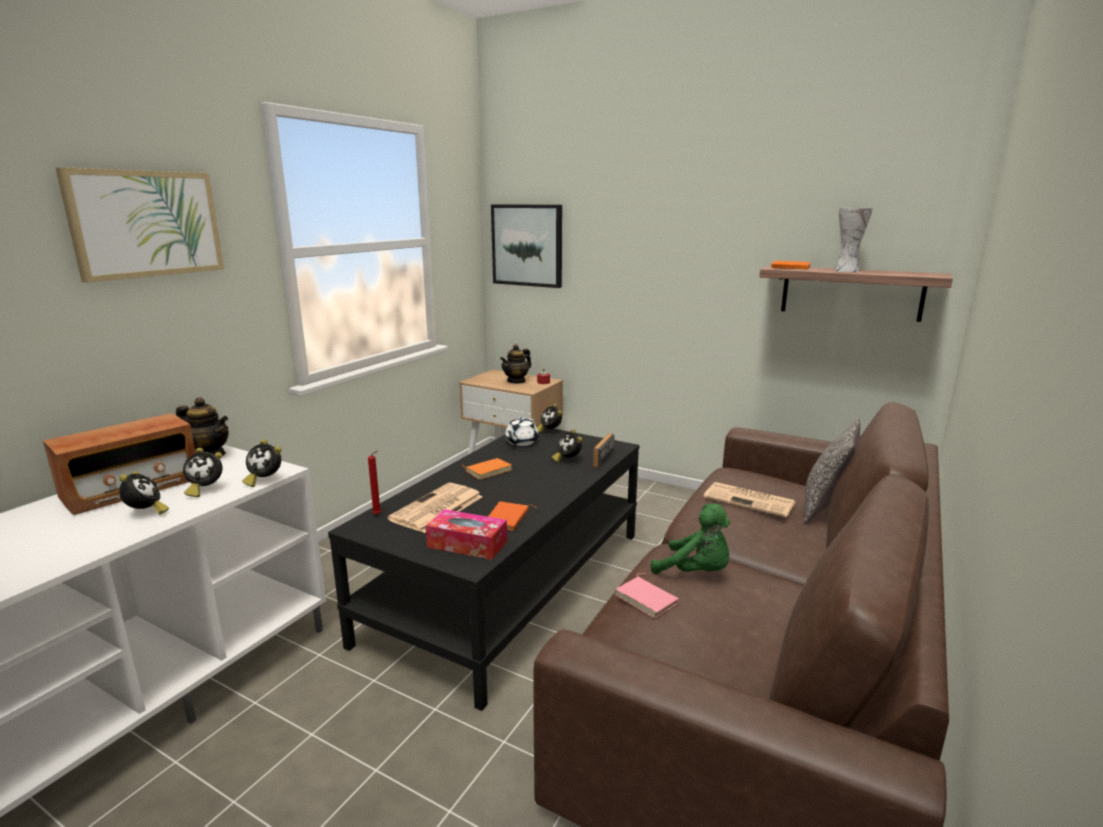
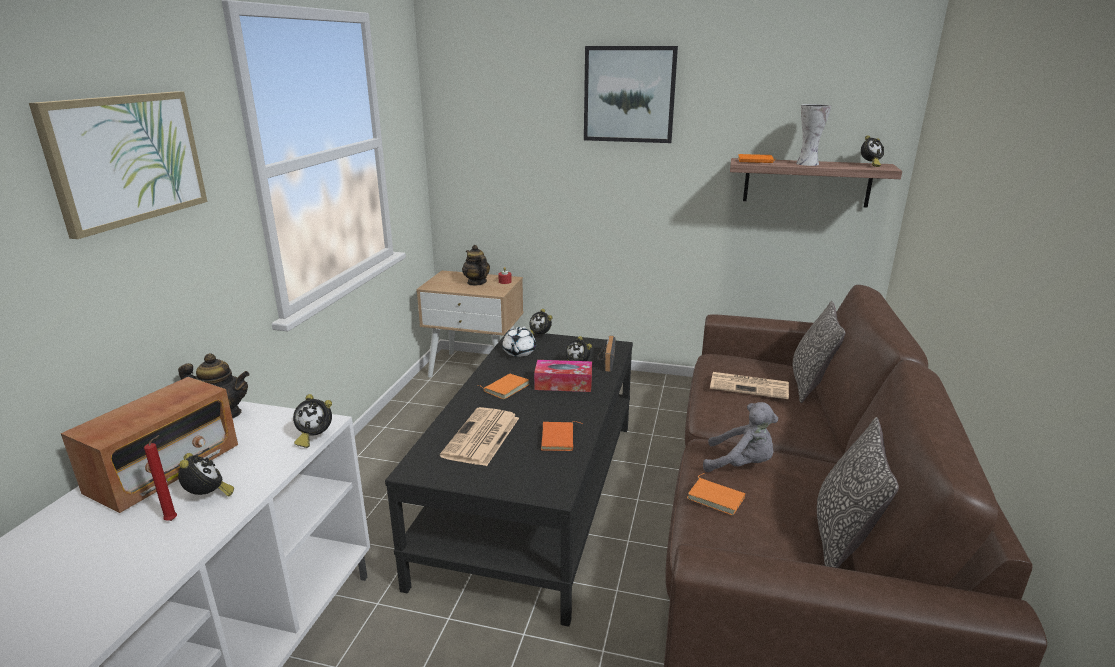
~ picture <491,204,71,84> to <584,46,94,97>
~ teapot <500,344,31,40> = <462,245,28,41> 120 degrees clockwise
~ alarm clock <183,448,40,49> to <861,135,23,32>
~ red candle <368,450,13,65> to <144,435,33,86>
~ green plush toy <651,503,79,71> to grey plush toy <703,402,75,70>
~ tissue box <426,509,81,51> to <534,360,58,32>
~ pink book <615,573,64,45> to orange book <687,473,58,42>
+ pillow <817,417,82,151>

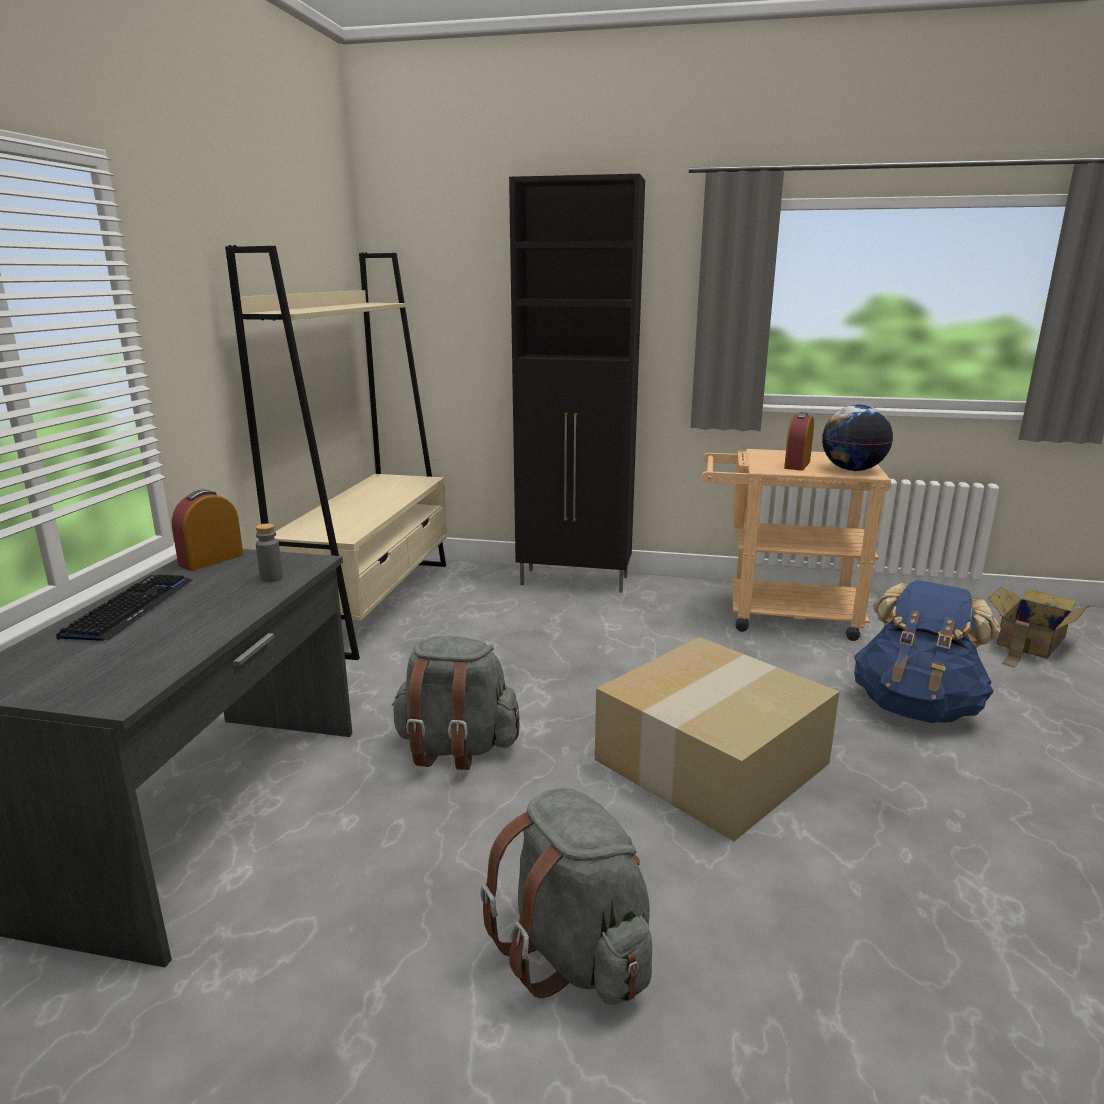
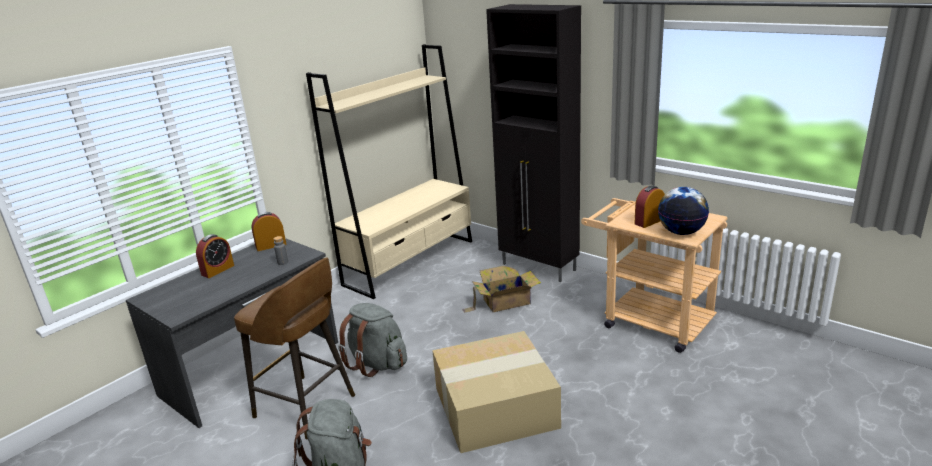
~ keyboard <56,574,136,67> to alarm clock <196,234,38,44>
- blue backpack <854,580,146,143>
~ cardboard box <988,586,102,82> to <462,266,79,47>
+ brown stool <234,257,121,183>

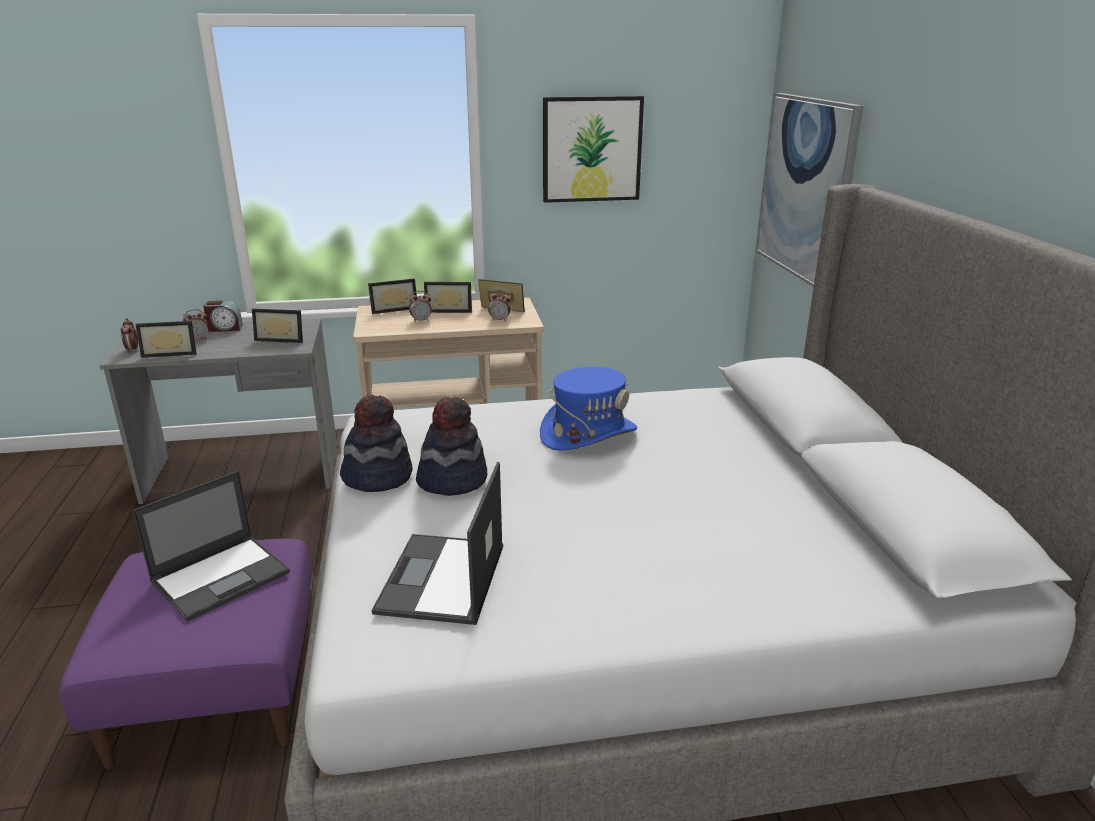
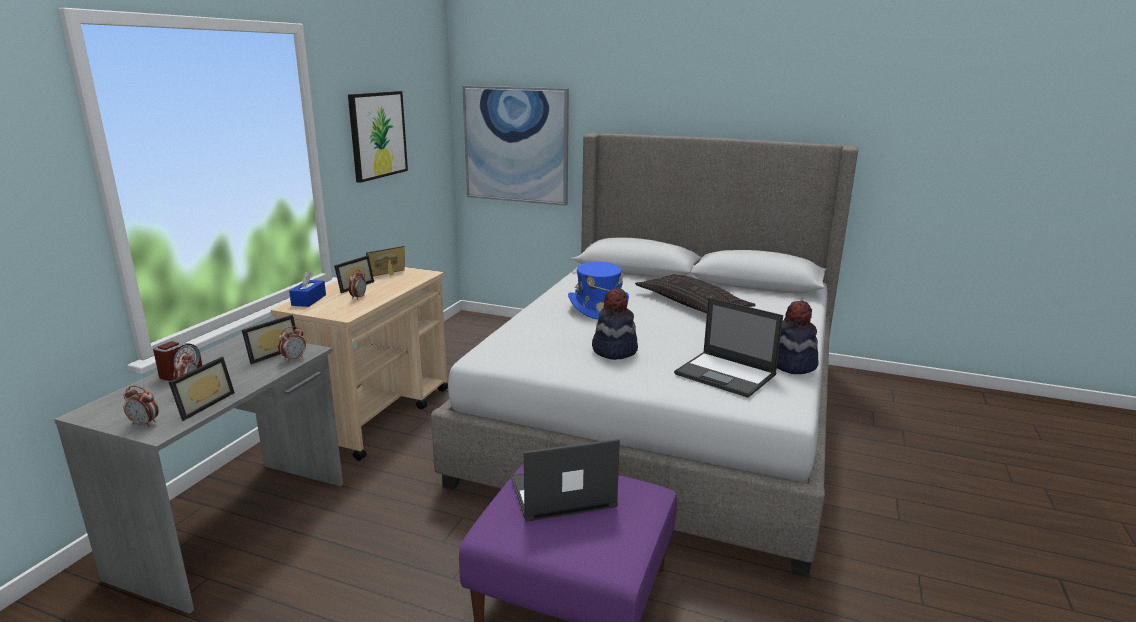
~ picture frame <368,278,49,36> to blue tissue box <289,271,37,36>
~ alarm clock <488,290,23,32> to <278,326,28,36>
~ hat <340,394,73,98> to <777,301,42,73>
~ laptop <132,471,158,151> = <511,439,109,83> 90 degrees counterclockwise
+ pillow <635,274,121,40>

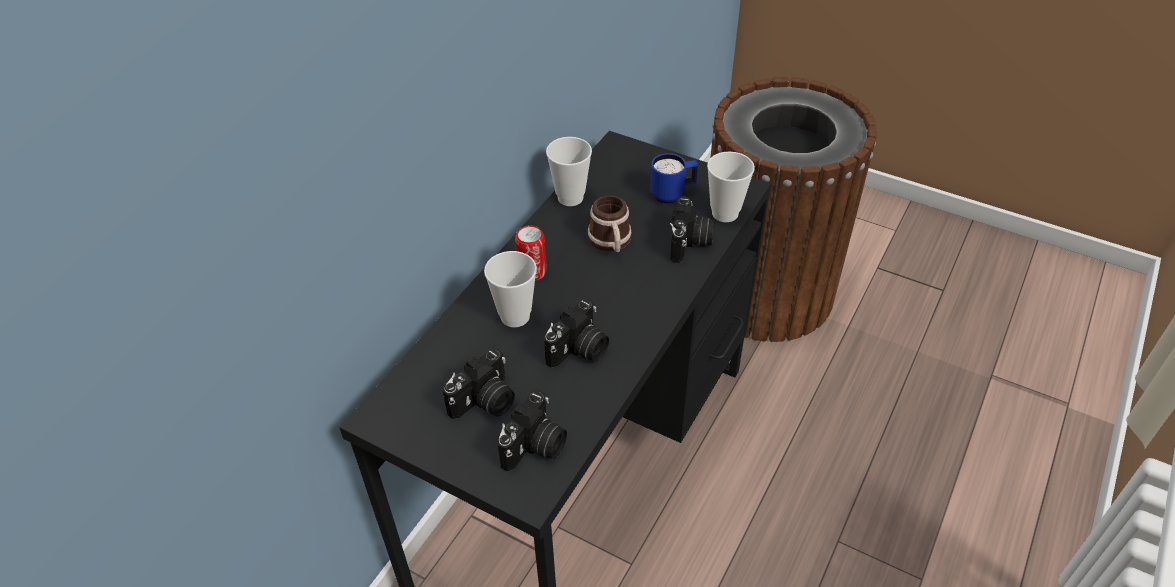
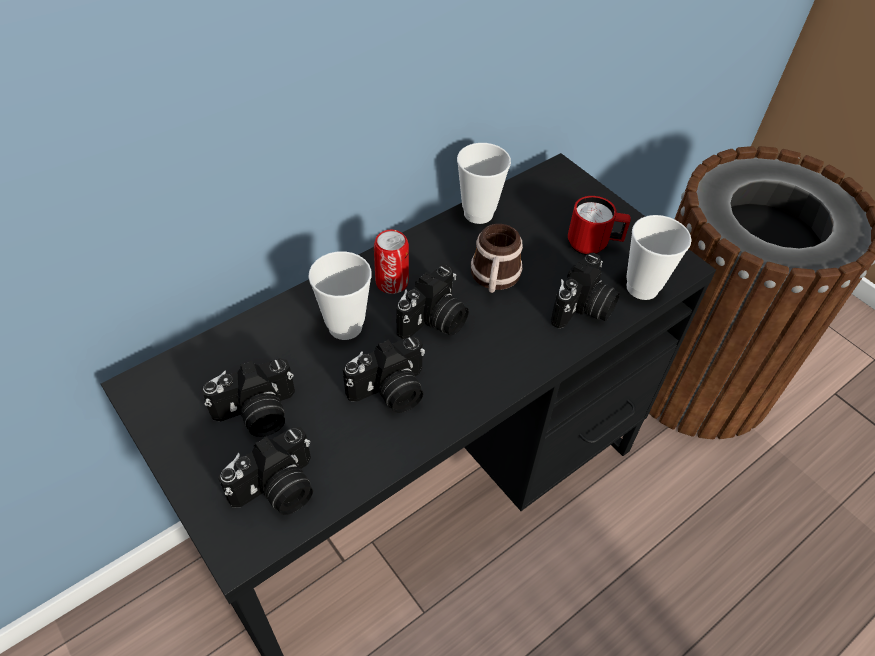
~ blue mug <650,153,48,50> to red mug <568,196,63,59>
+ photo camera <396,265,73,74>

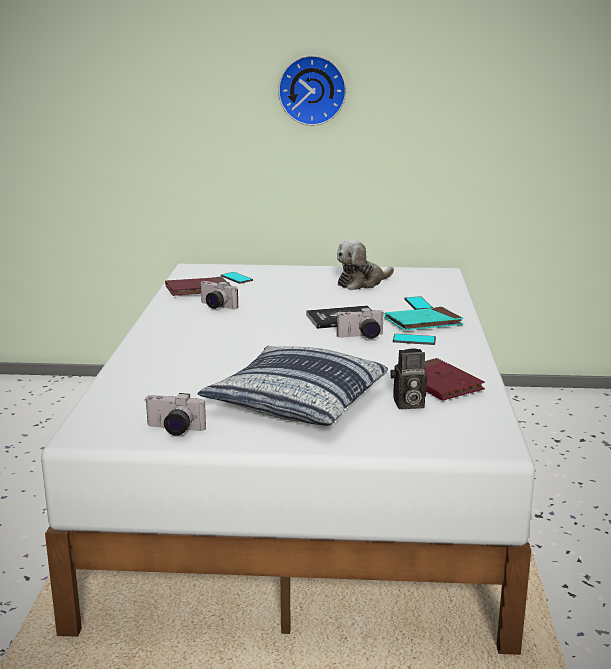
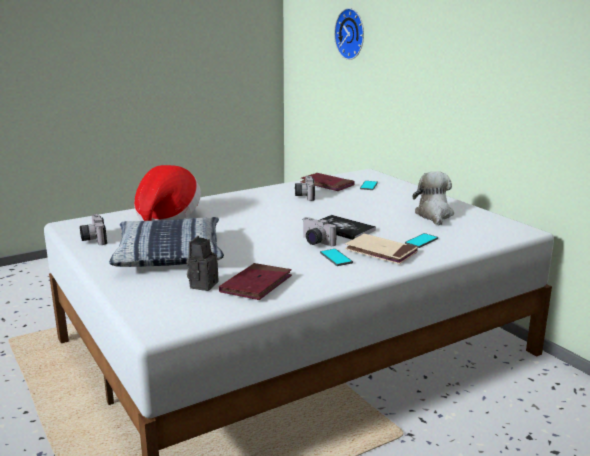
~ wall clock <278,55,68,71> to <334,8,30,52>
~ plush toy <337,239,57,51> = <413,171,41,54> 75 degrees clockwise
~ turquoise book <385,307,79,24> to beige book <345,234,73,30>
~ photo camera <390,349,37,60> = <187,236,32,55> 60 degrees clockwise
+ hat <134,165,67,56>

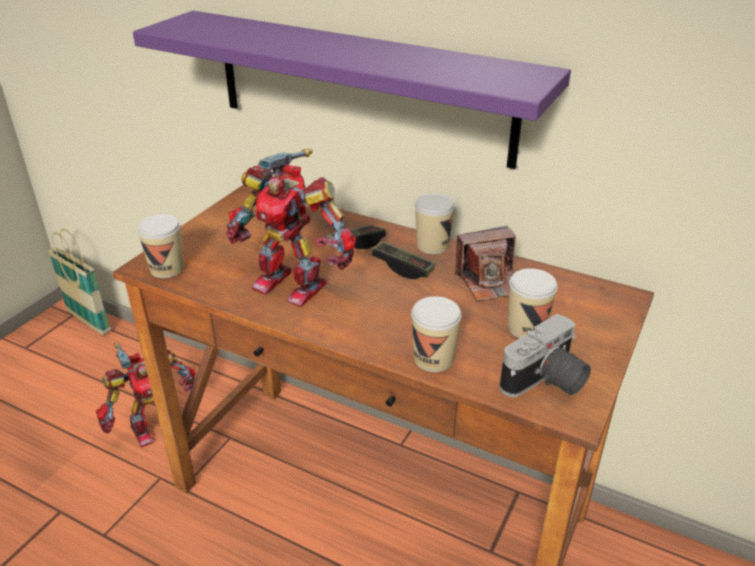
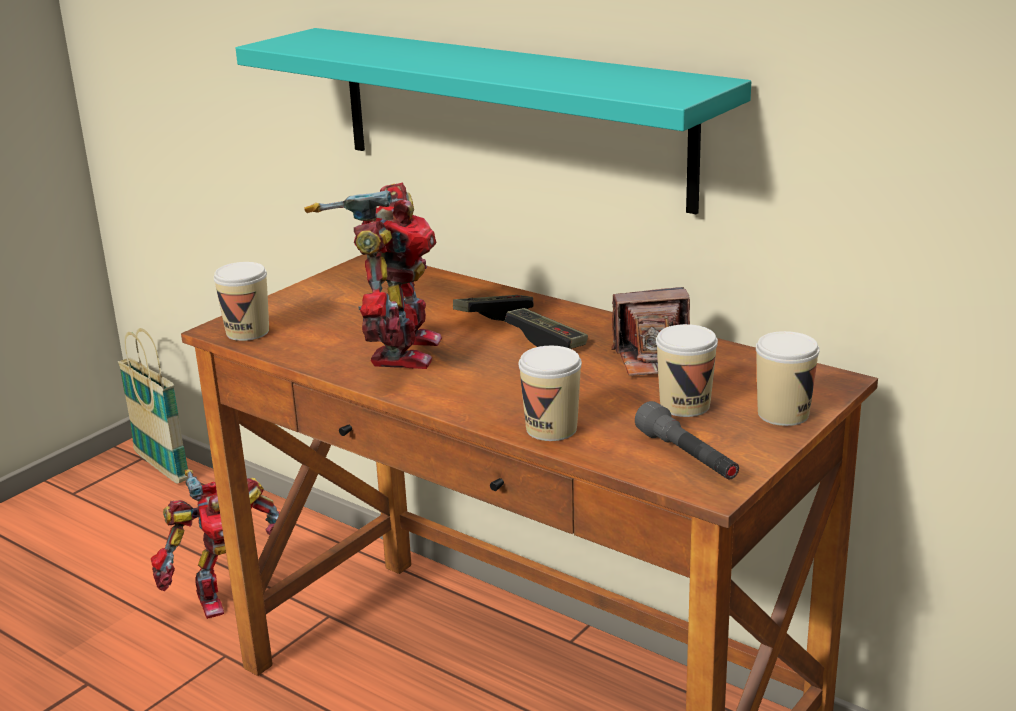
~ purple shelf <133,11,438,158> to turquoise shelf <236,28,515,186>
~ toy robot <226,149,130,158> = <304,182,138,187> 120 degrees counterclockwise
~ cup <415,193,40,61> to <756,331,64,95>
~ photo camera <500,314,91,83> to grey flashlight <635,401,104,78>

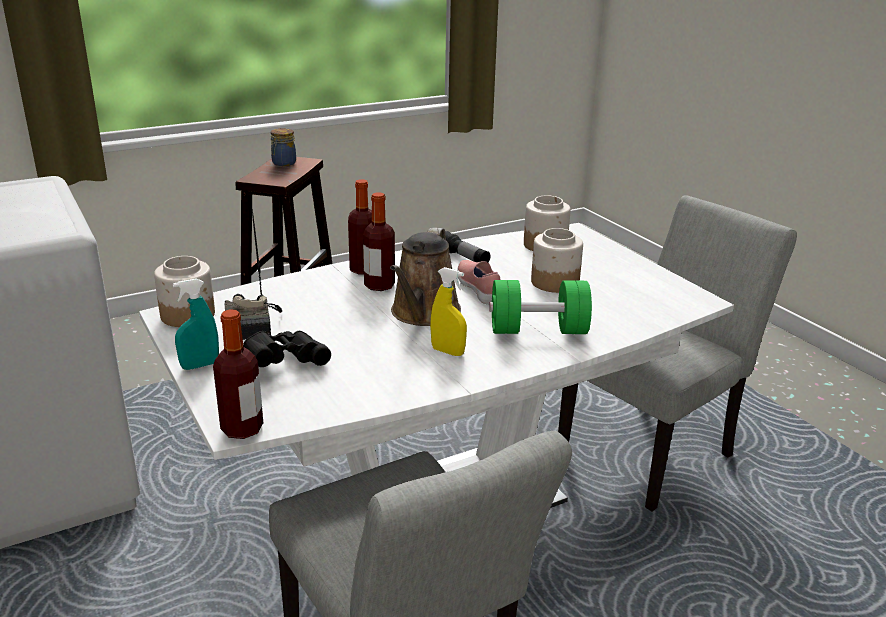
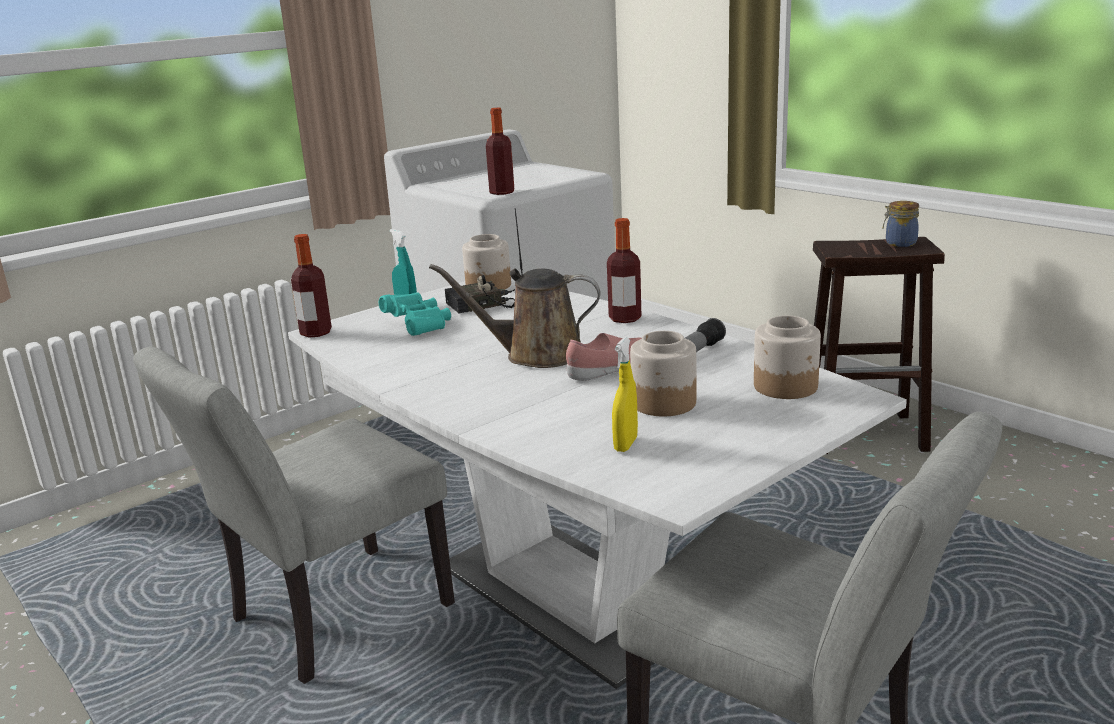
~ bottle <363,192,32,99> to <486,108,28,87>
~ yellow spray bottle <430,267,37,89> to <612,337,26,115>
- green dumbbell <489,280,103,54>
~ black binoculars <243,331,88,36> to turquoise binoculars <379,293,72,43>

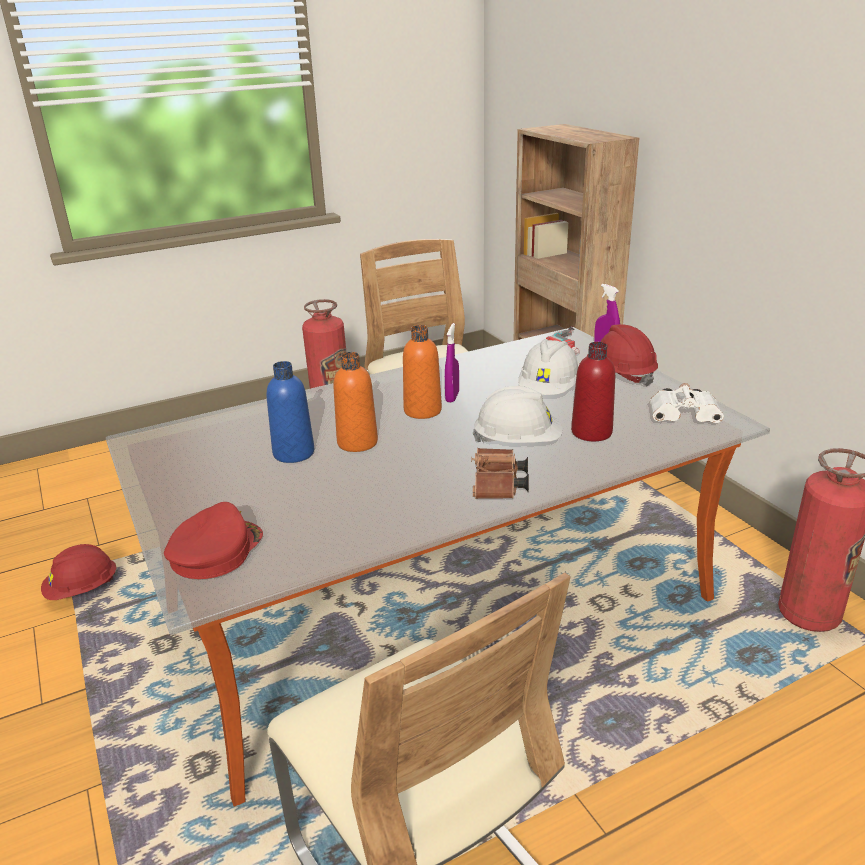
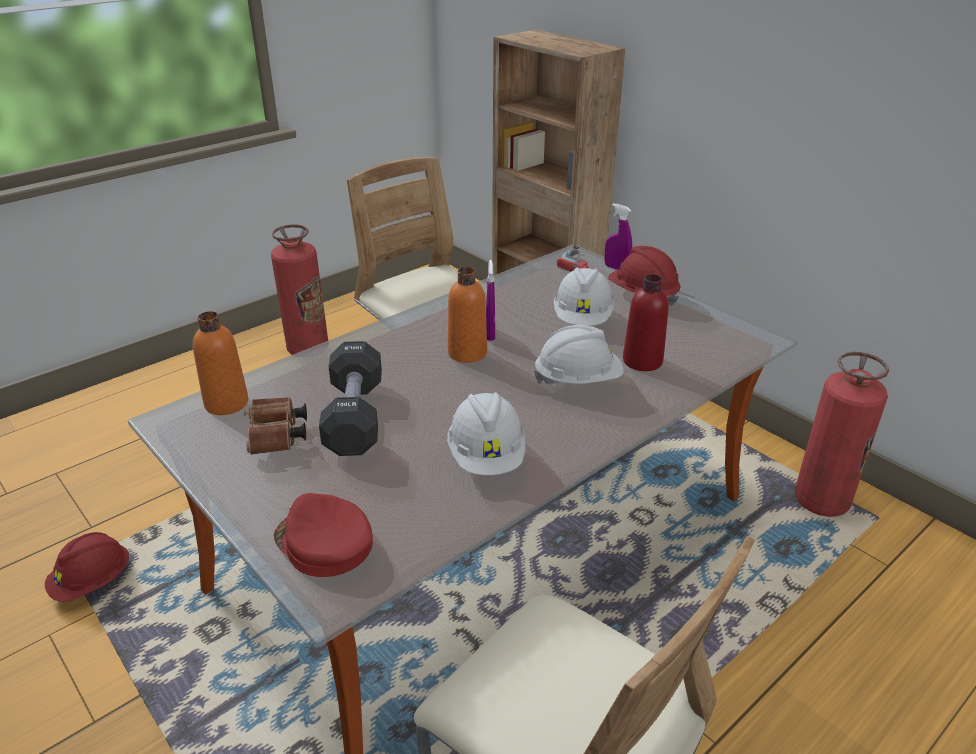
~ orange bottle <333,352,45,100> to <193,311,55,104>
~ blue bottle <266,361,48,102> to black dumbbell <319,341,63,115>
- white binoculars <650,383,74,40>
~ brown binoculars <471,448,58,51> to <244,397,63,58>
~ red cap <164,502,99,77> = <274,493,99,84> 60 degrees counterclockwise
+ white hard hat <447,392,78,83>

